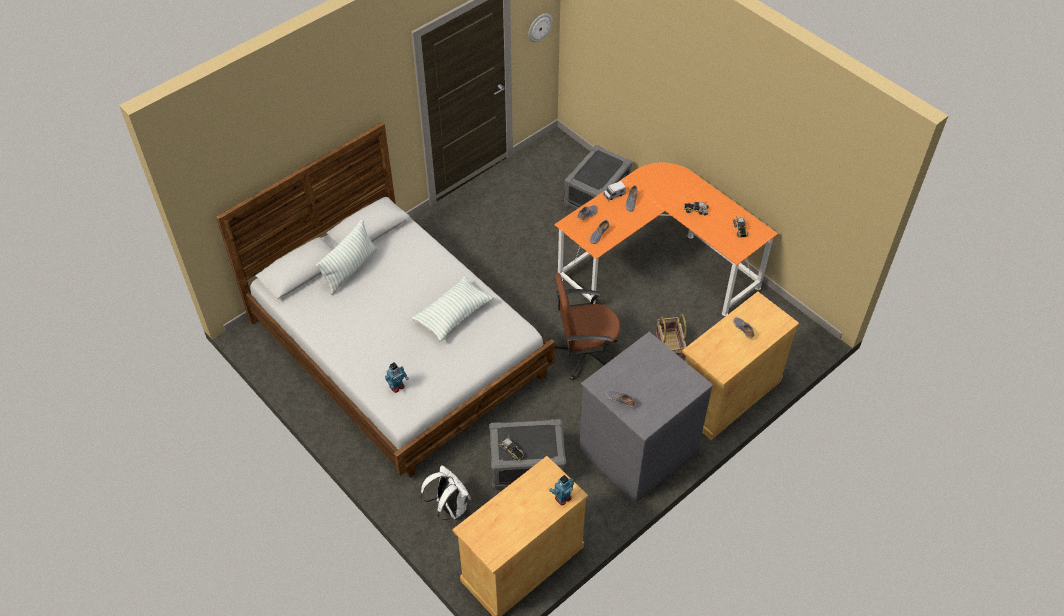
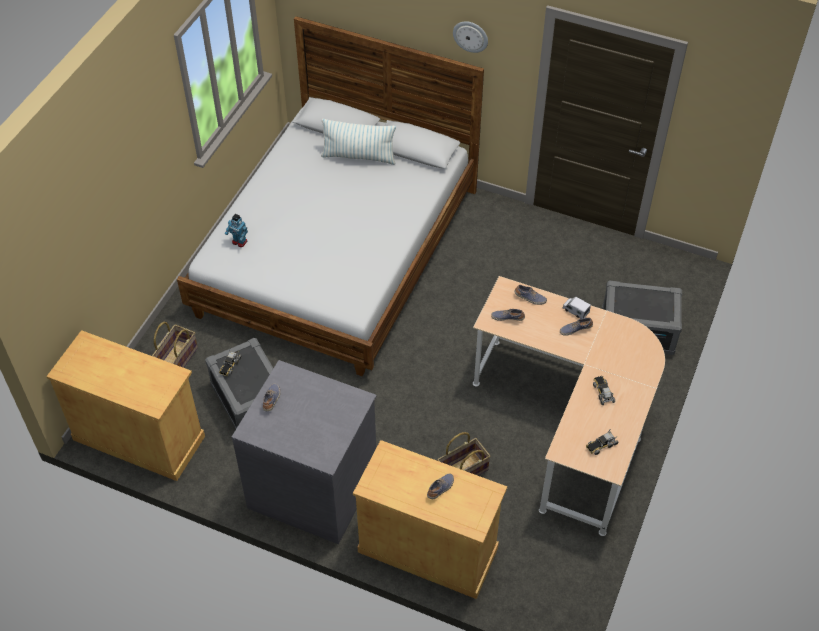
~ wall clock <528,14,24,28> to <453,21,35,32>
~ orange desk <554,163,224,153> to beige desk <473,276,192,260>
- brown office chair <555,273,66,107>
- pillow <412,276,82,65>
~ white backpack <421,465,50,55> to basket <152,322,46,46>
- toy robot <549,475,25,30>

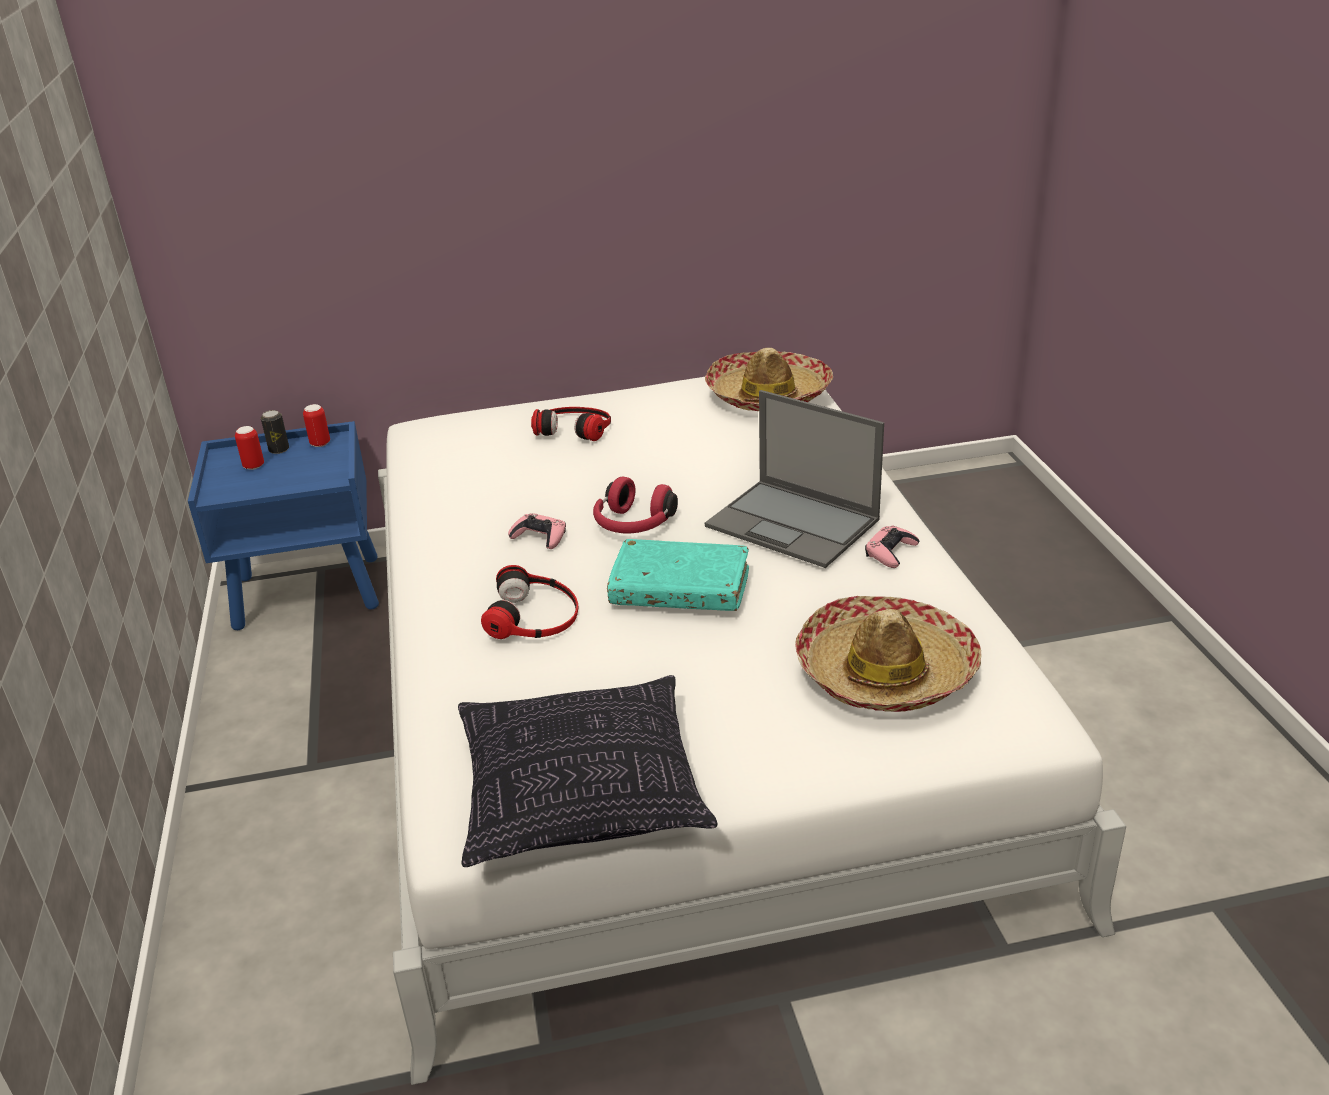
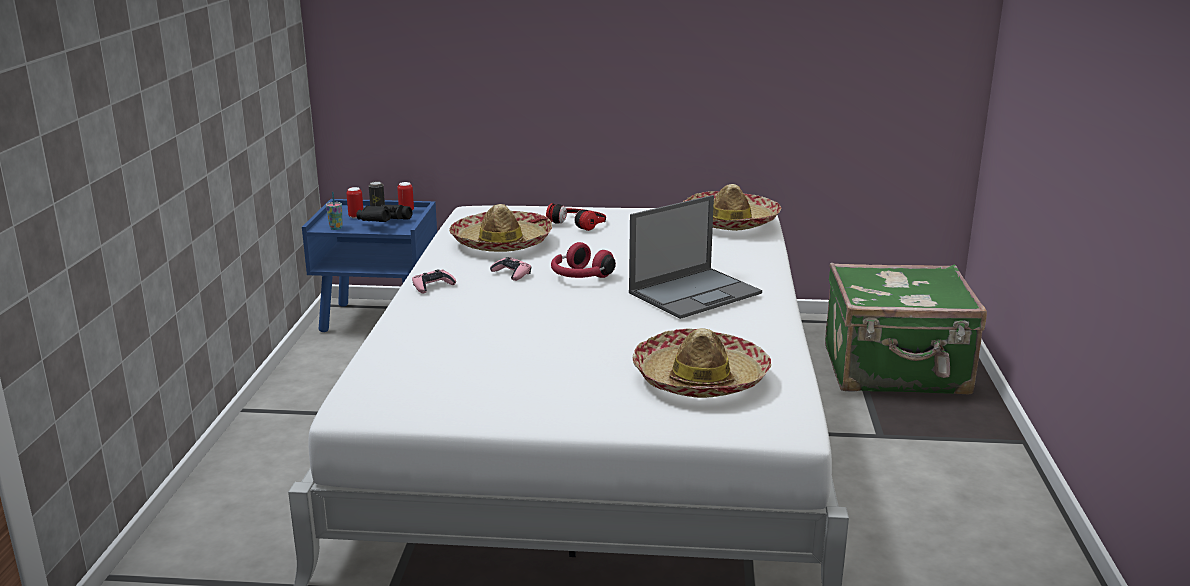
~ laptop <705,390,179,178> = <629,195,133,124> 90 degrees counterclockwise
~ pink game controller <865,525,54,43> to <412,269,44,24>
- turquoise book <607,539,142,72>
- headphones <481,565,97,74>
- pillow <458,675,259,192>
+ cup <326,192,17,38>
+ black binoculars <356,204,56,18>
+ hat <449,204,103,48>
+ green suitcase <825,263,162,131>

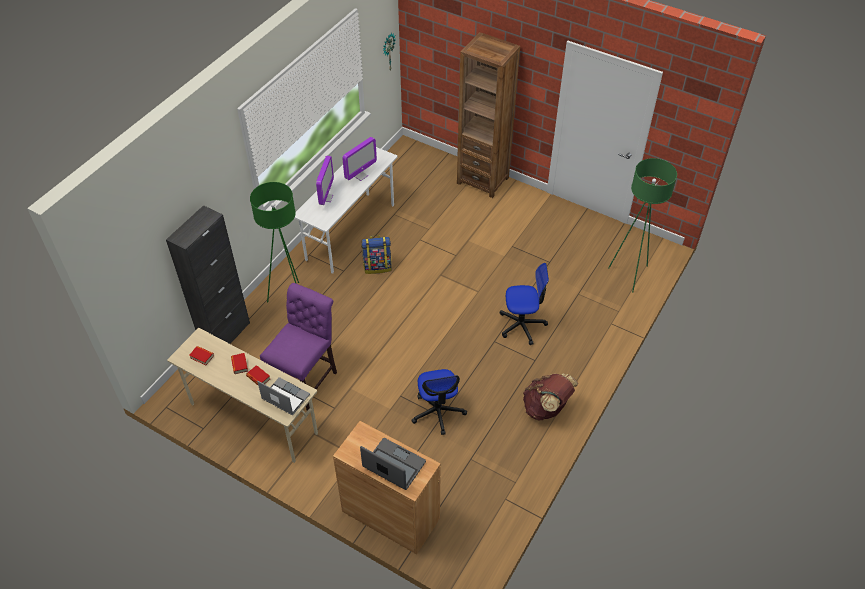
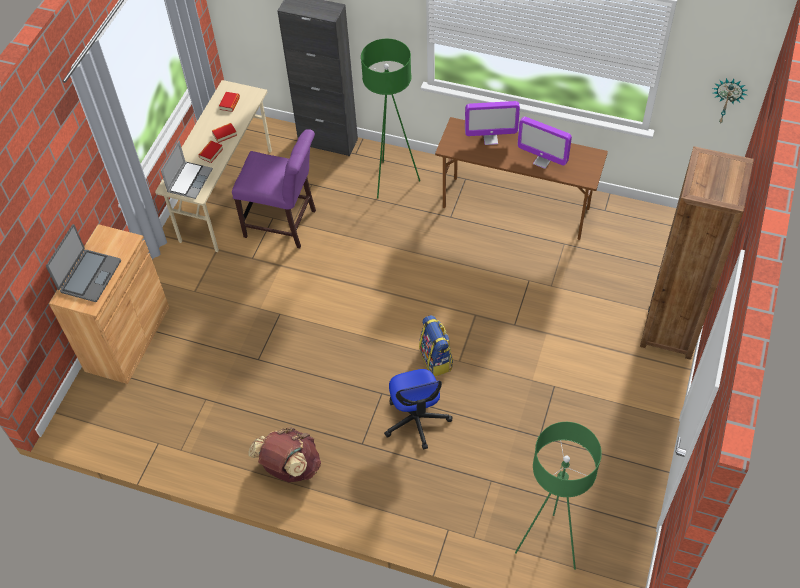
~ white desk <294,147,103,127> to brown desk <435,117,173,123>
~ backpack <361,235,30,39> to <419,315,34,61>
- office chair <411,369,56,66>

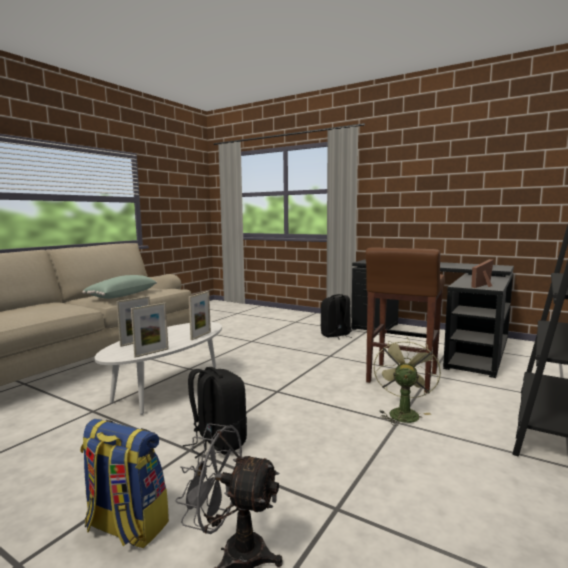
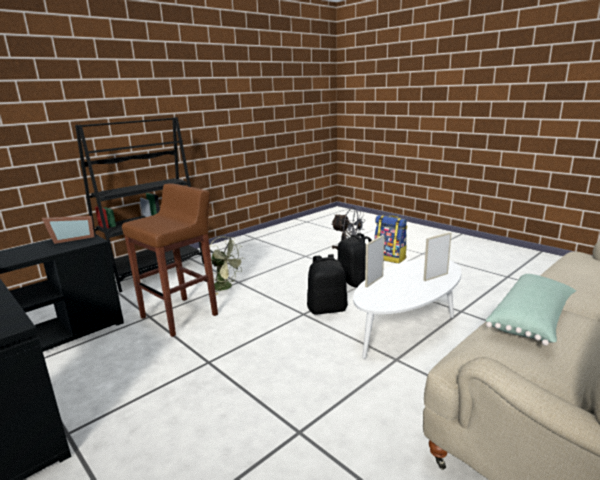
~ black backpack <321,294,31,45> to <307,254,41,61>
- picture frame <131,303,38,55>
~ green fan <374,337,67,89> = <209,236,36,59> 90 degrees counterclockwise

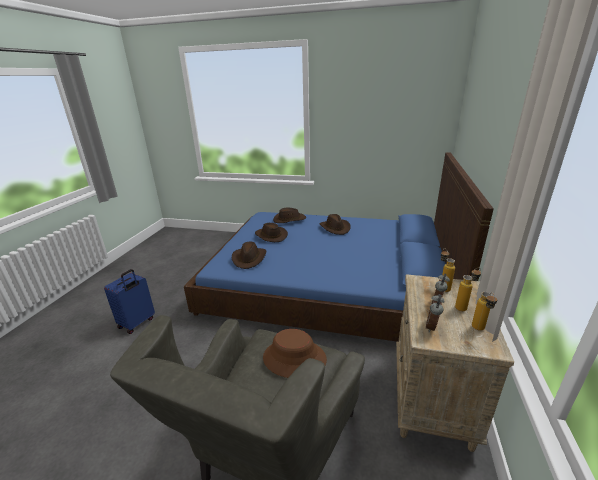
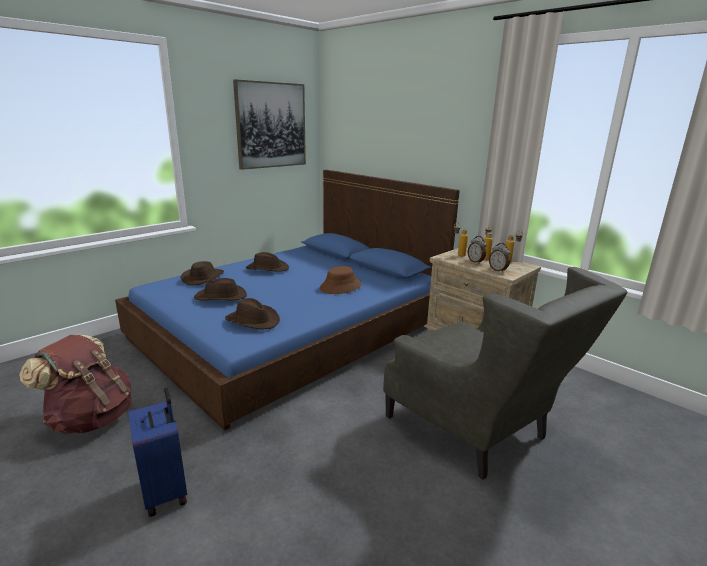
~ brown hat <263,329,64,49> to <320,266,42,28>
+ picture <233,80,73,90>
+ brown backpack <19,335,113,99>

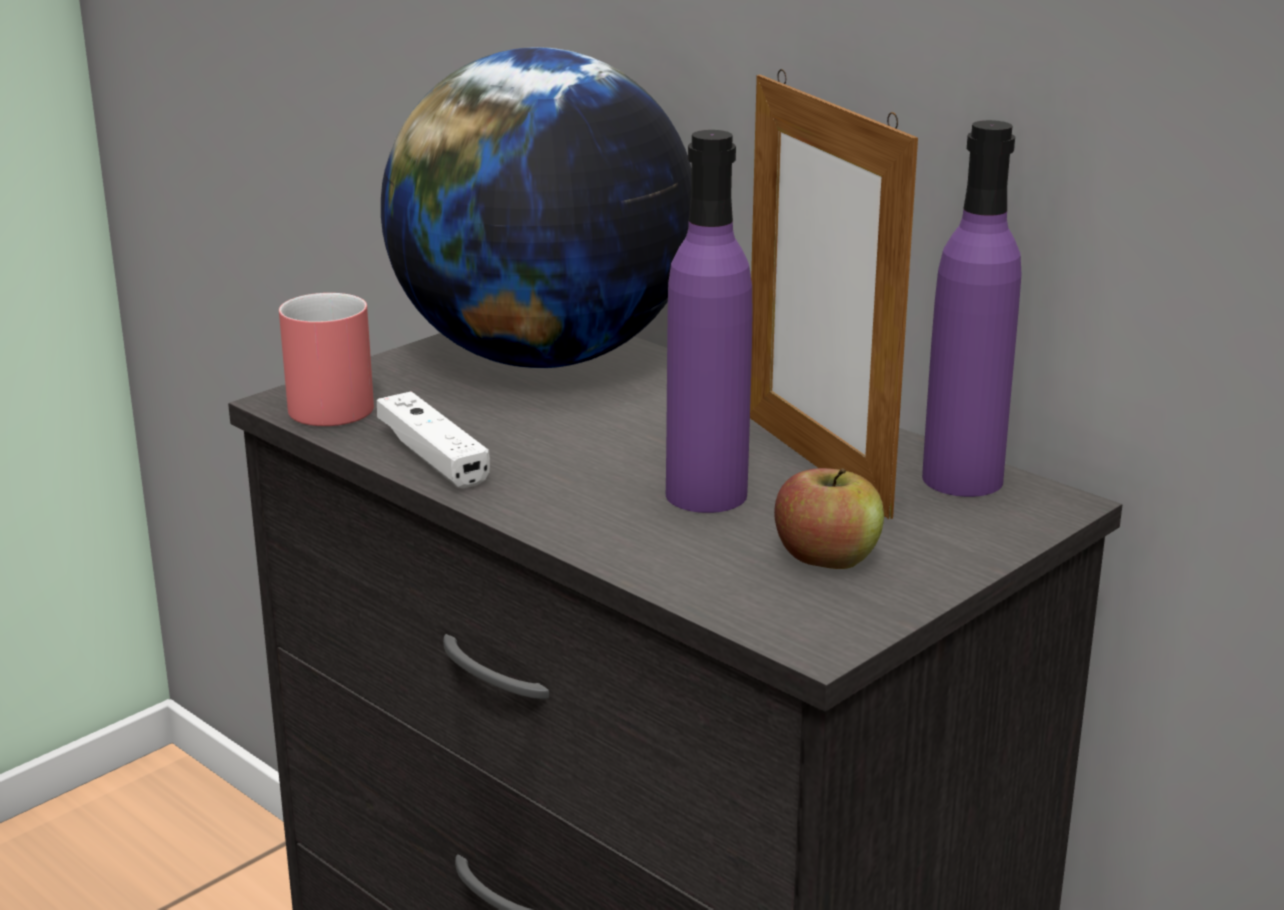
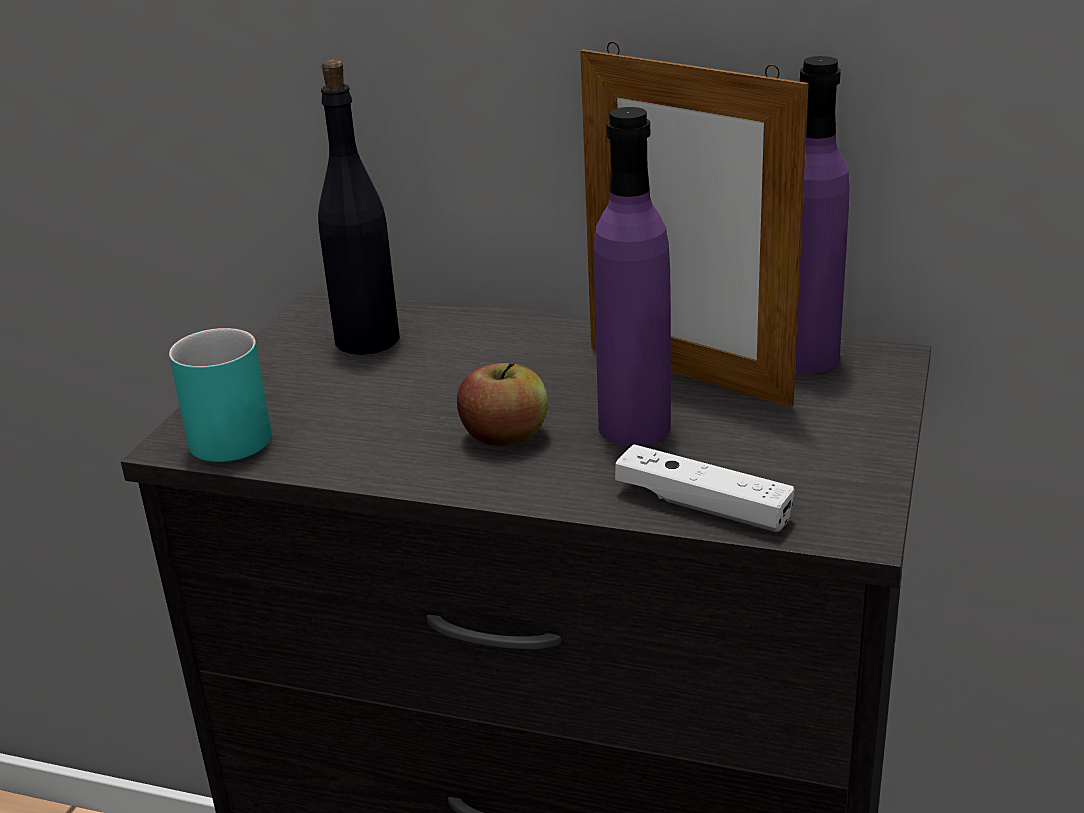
~ globe <381,47,310,321> to black bottle <318,60,82,295>
~ red mug <279,293,95,133> to turquoise mug <169,328,103,134>
~ white game controller <377,391,113,98> to <615,444,180,88>
~ apple <774,468,110,101> to <457,362,91,84>

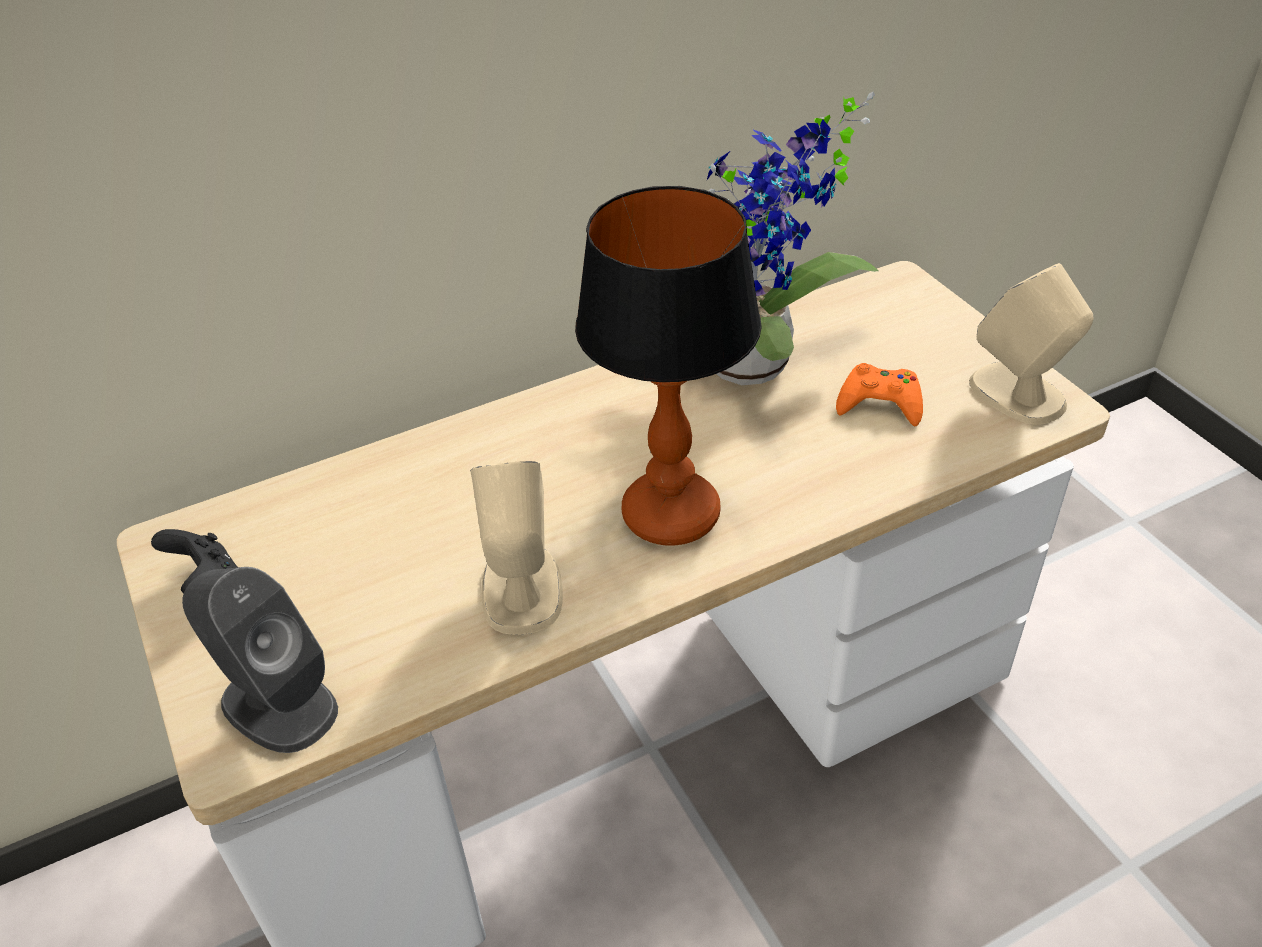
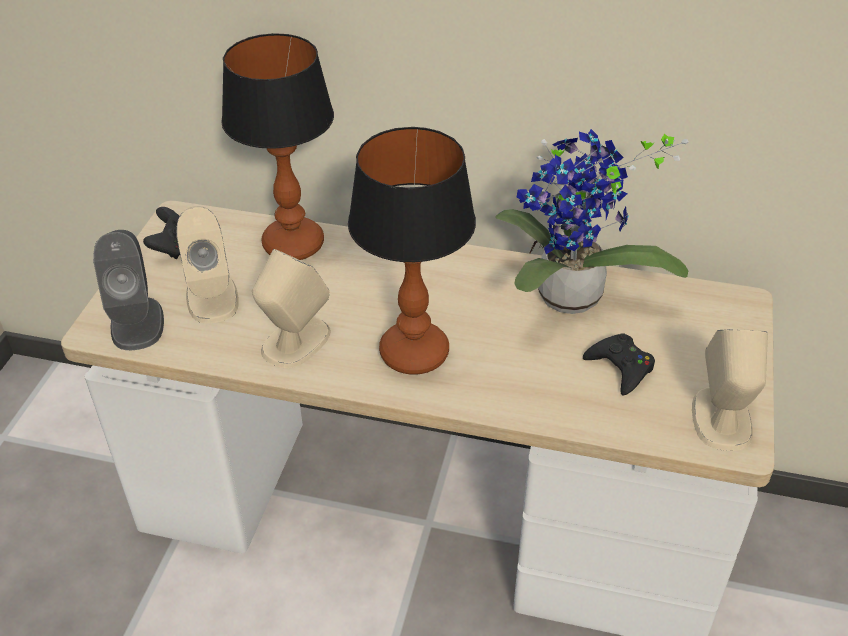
~ orange game controller <836,363,87,63> to black game controller <583,333,72,63>
+ table lamp <221,33,113,227>
+ beige speaker <177,206,62,117>

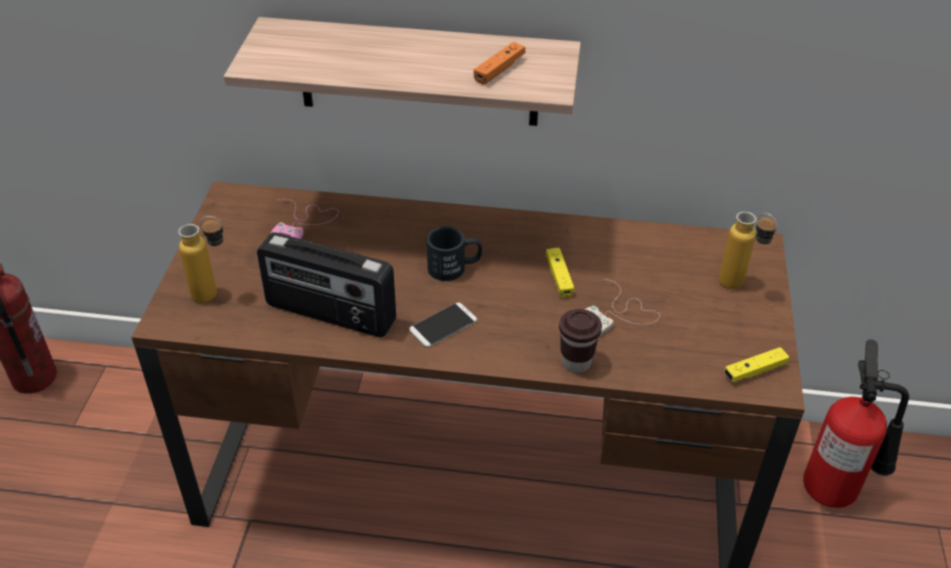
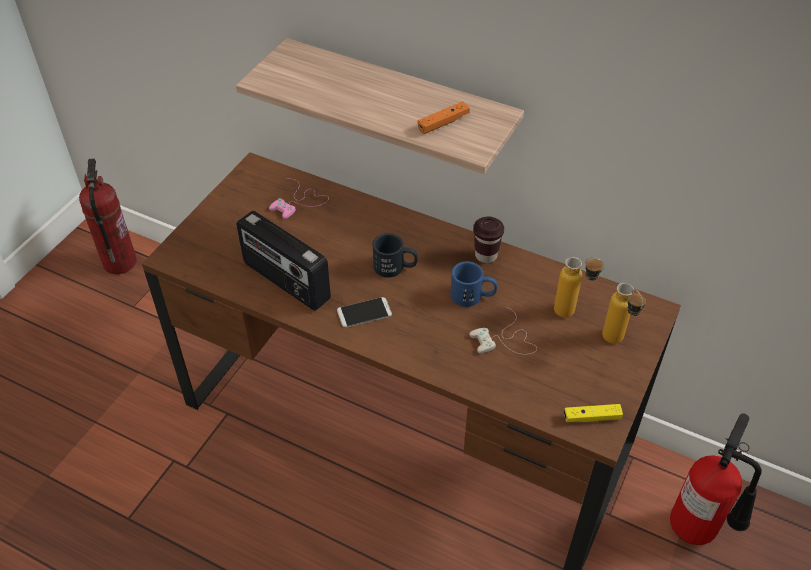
~ bottle <178,216,46,87> to <554,257,50,61>
~ yellow game controller <546,248,28,49> to blue mug <450,261,47,46>
~ brown cup <559,309,43,64> to <473,217,31,46>

